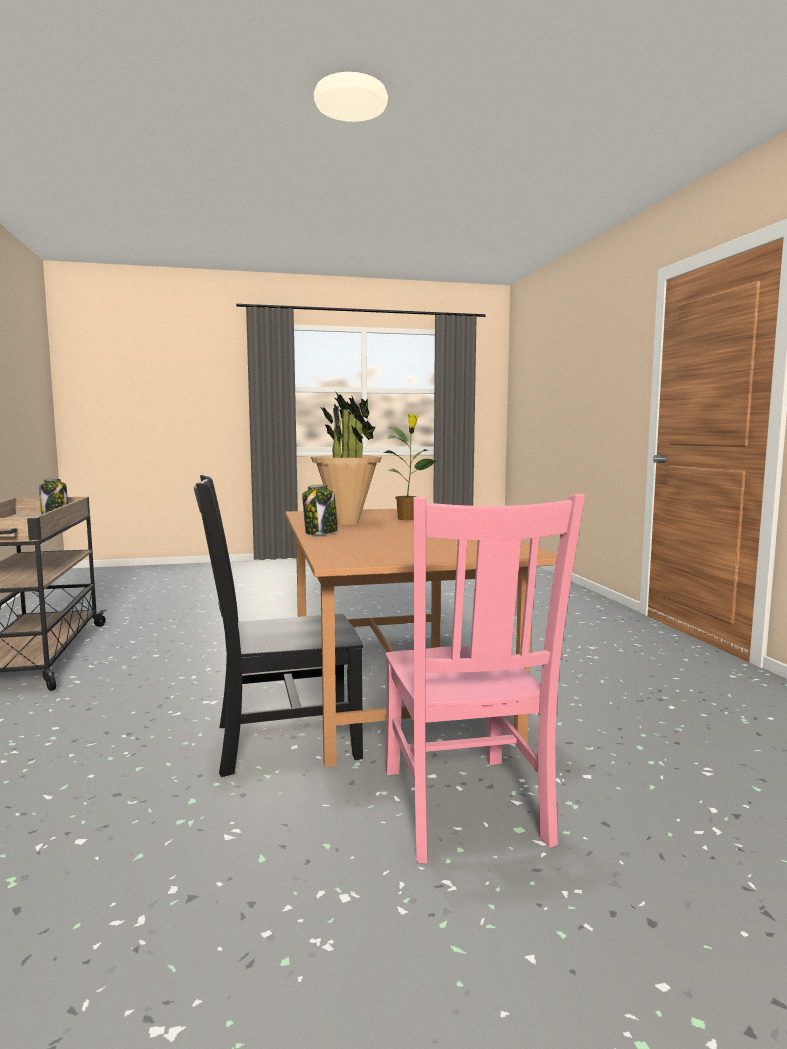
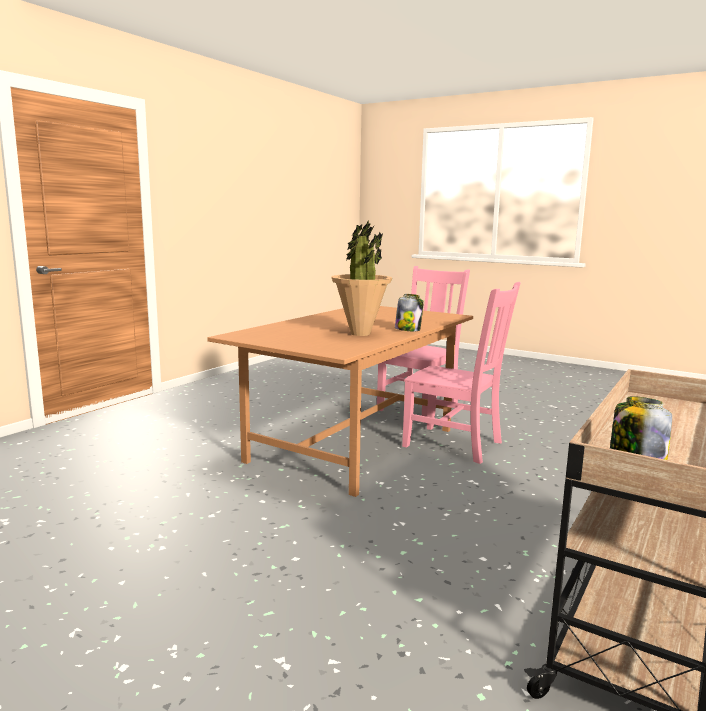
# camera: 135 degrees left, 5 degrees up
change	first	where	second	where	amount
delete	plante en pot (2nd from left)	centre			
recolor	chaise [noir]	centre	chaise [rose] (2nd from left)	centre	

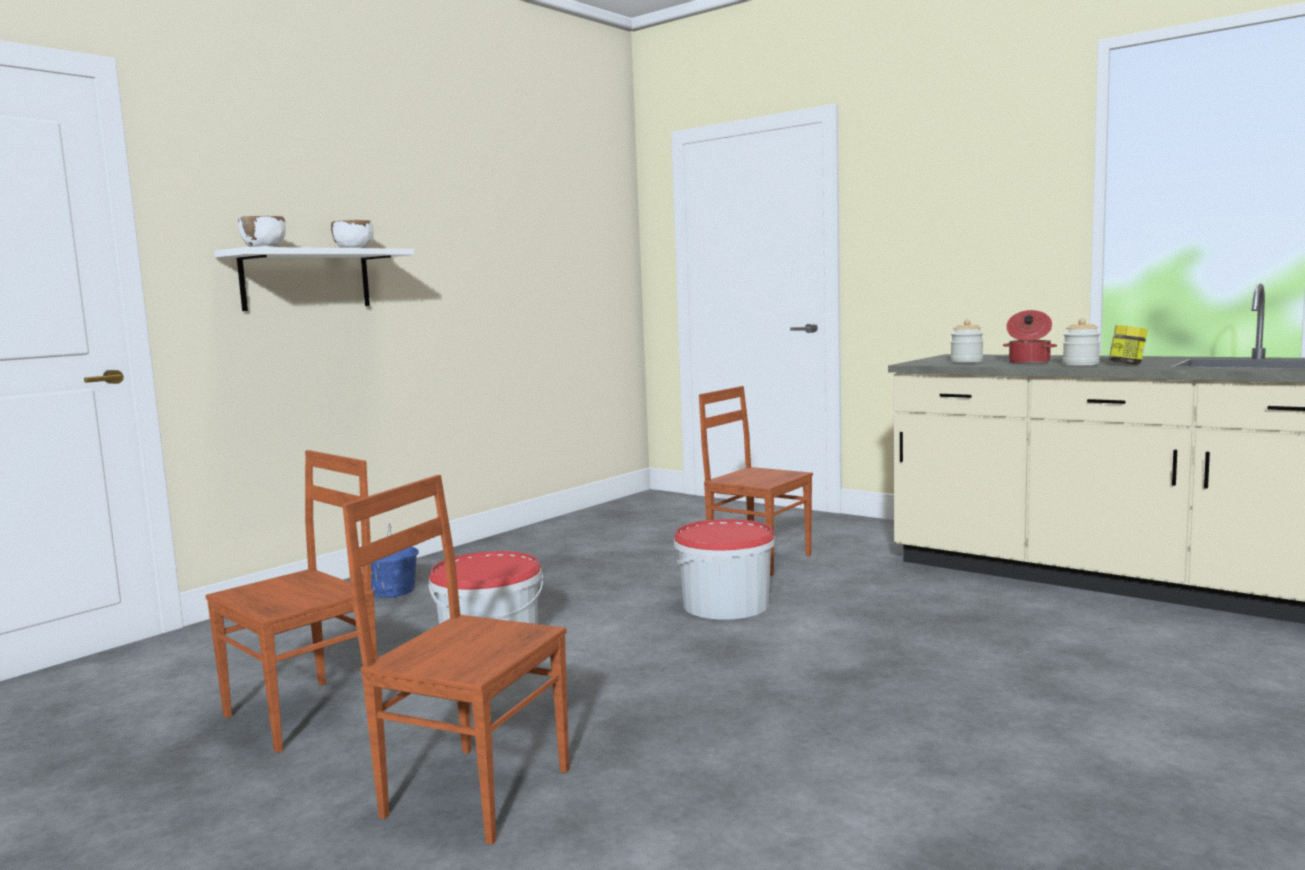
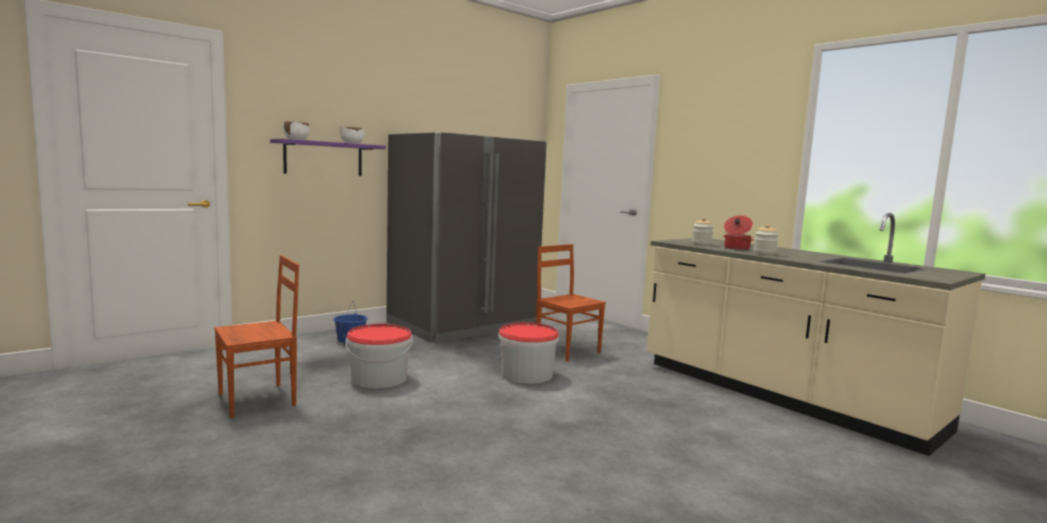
# camera: 10 degrees right, 0 degrees up
change	first	where	second	where	amount
delete	chaise [marron] (2nd from left)	bottom centre			
delete	bocal (3rd from left)	middle right			
insert			réfrigérateur [gris]	centre	
recolor	étagère [blanc]	top left	étagère [violet]	top left	

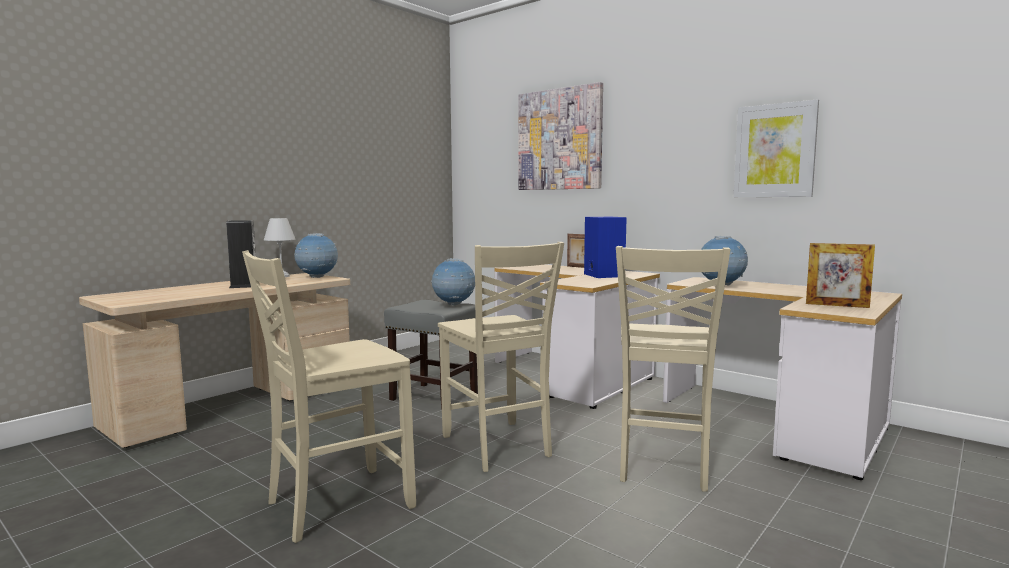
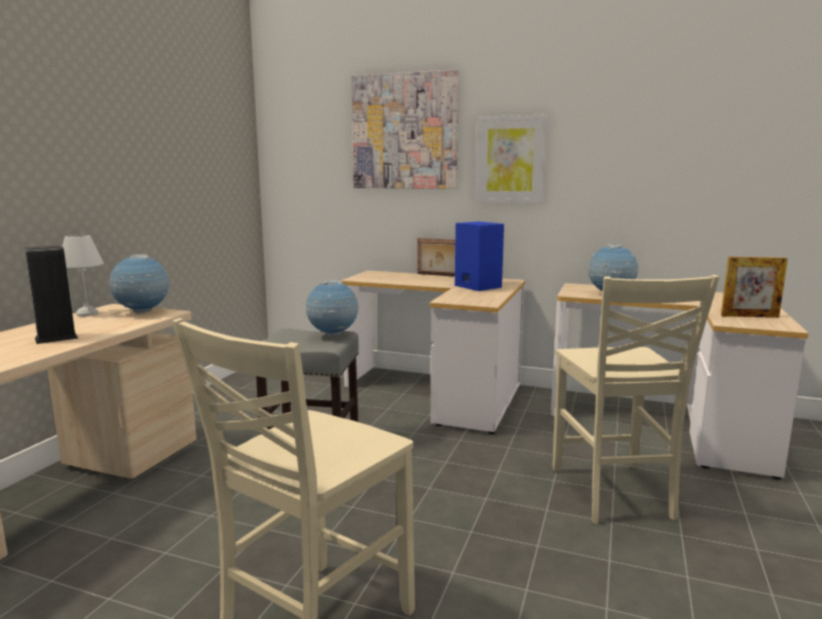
# camera: 20 degrees left, 5 degrees up
change	first	where	second	where	amount
delete	chaise [beige] (2nd from left)	centre			
move	tableau (2nd from left)	top right		top centre	

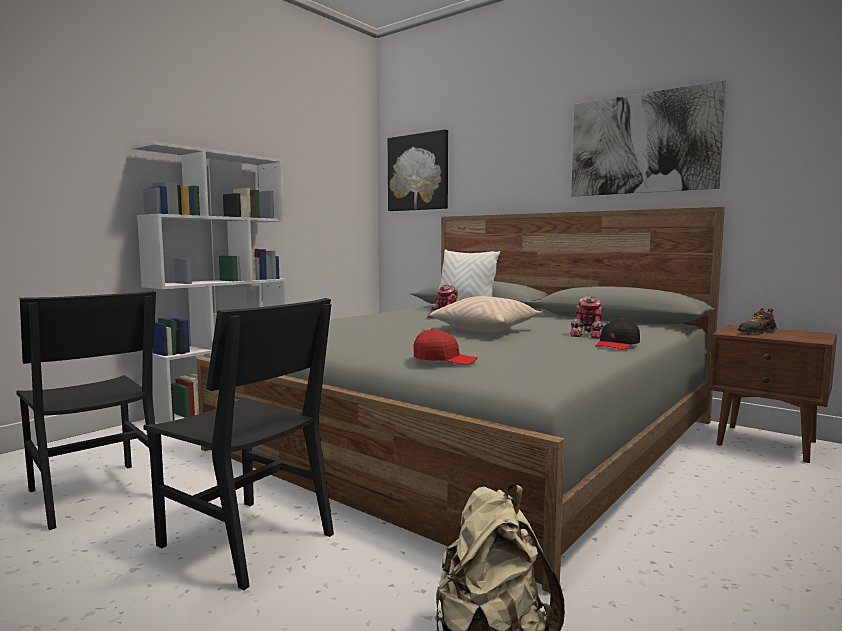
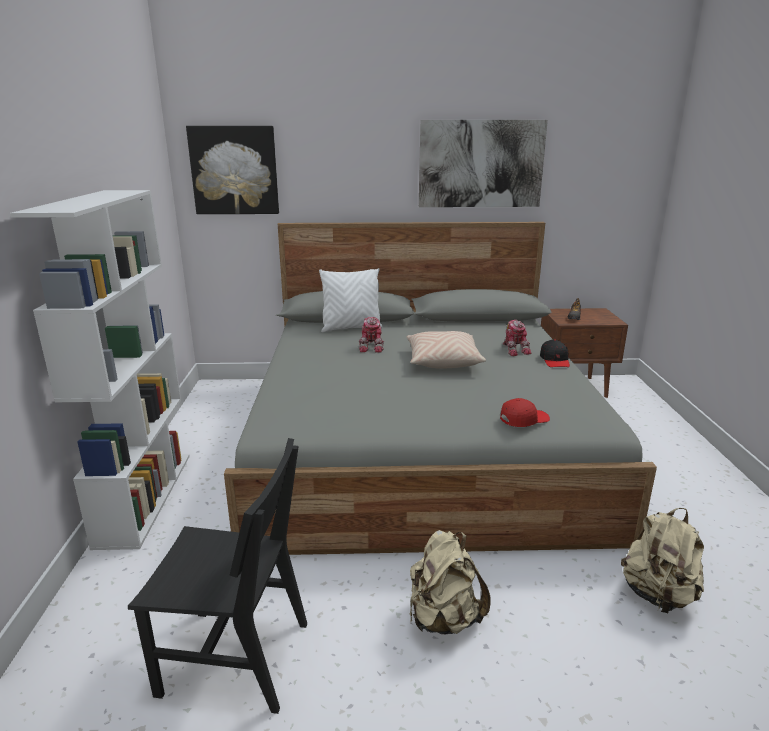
# camera: 40 degrees left, 15 degrees up
change	first	where	second	where	amount
replace	chaise [noir] (2nd from left)	bottom left	sac à dos [beige] (1st from left)	bottom centre	

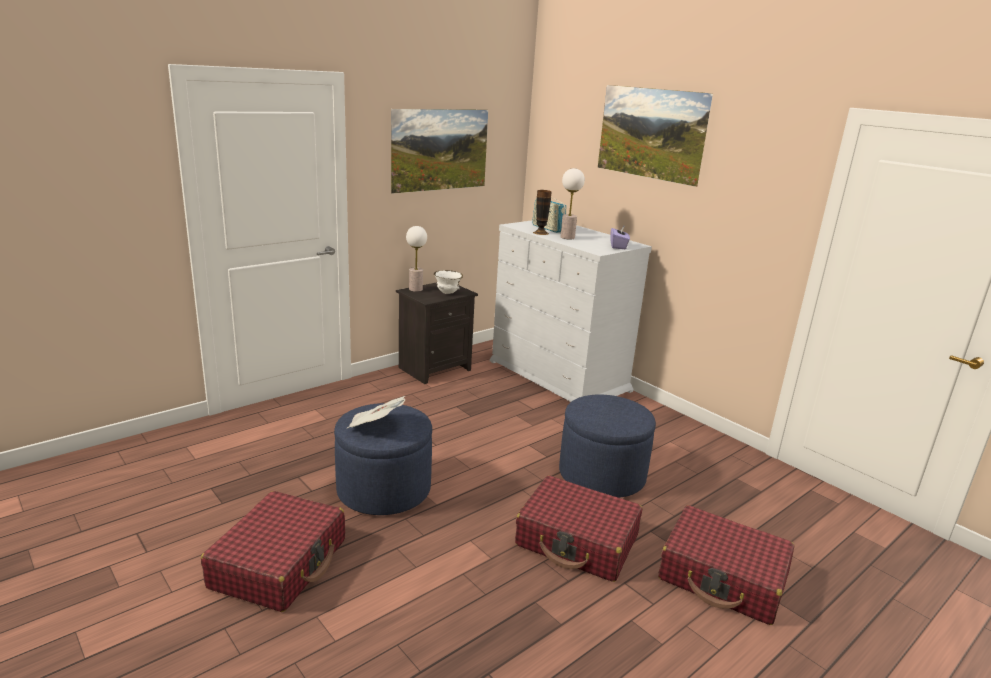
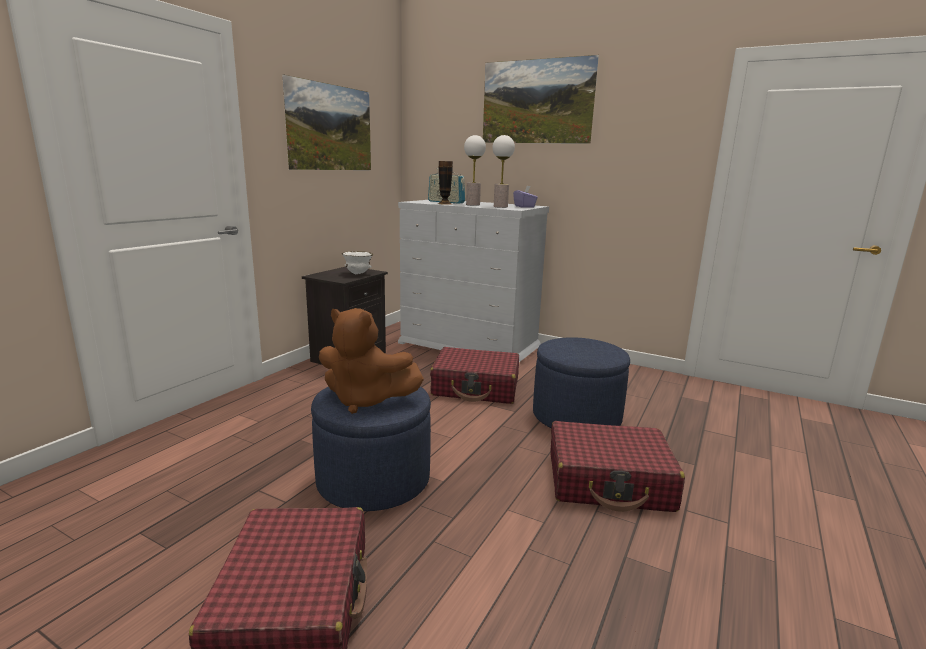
# camera: 20 degrees left, 5 degrees down
change	first	where	second	where	amount
move	lampe de table (1st from left in the first image)	centre	lampe de table (2nd from left)	top centre	
move	valise [rouge] (3rd from left in the first image)	bottom right	valise [rouge] (2nd from left)	centre	
replace	journal	centre	peluche [marron]	centre	

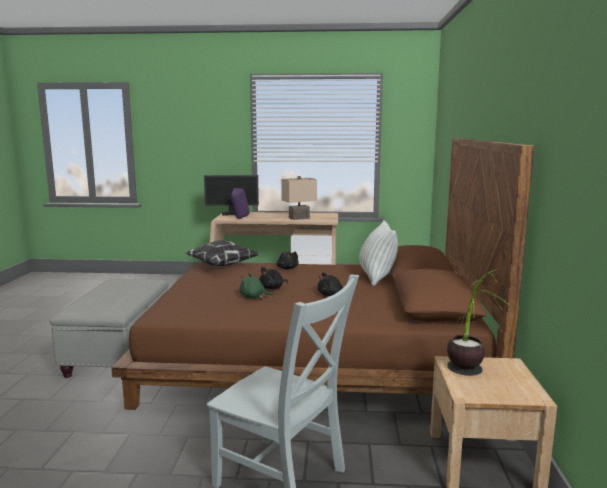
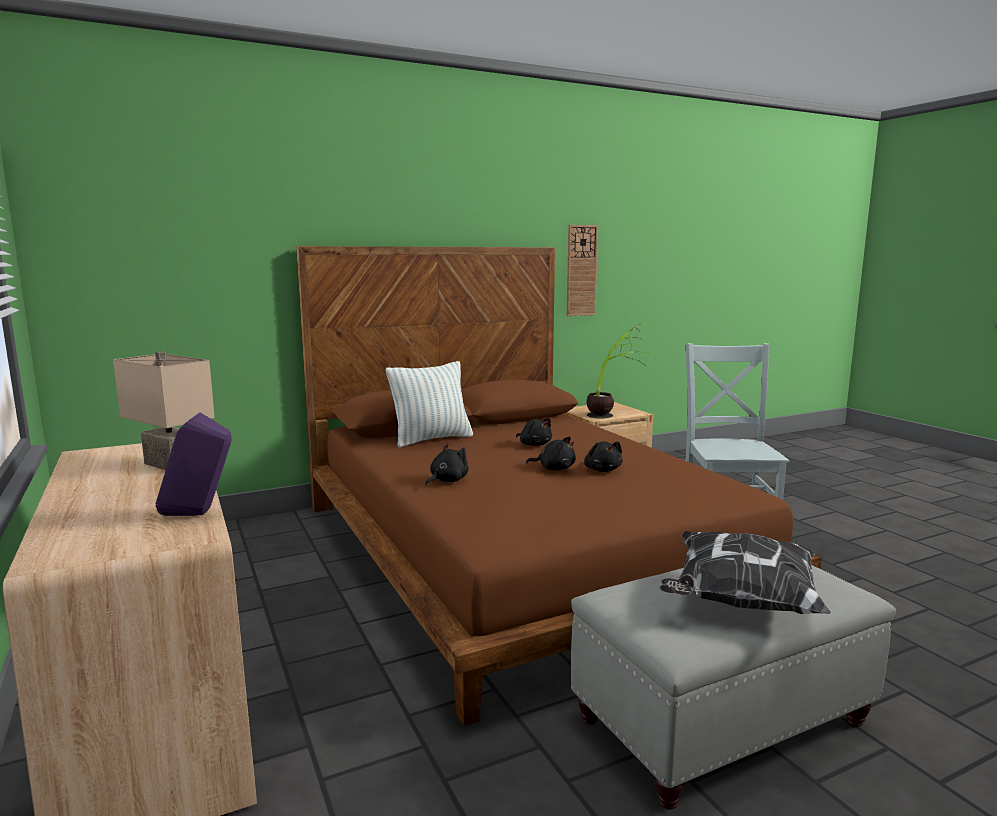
# camera: 120 degrees left, 0 degrees up
change	first	where	second	where	amount
delete	écran d'ordinateur	centre			
insert			horloge murale	top centre	
move	coussin (1st from left in the first image)	centre	coussin (2nd from left)	bottom right	
recolor	peluche [vert]	centre	peluche [noir] (4th from left)	centre	

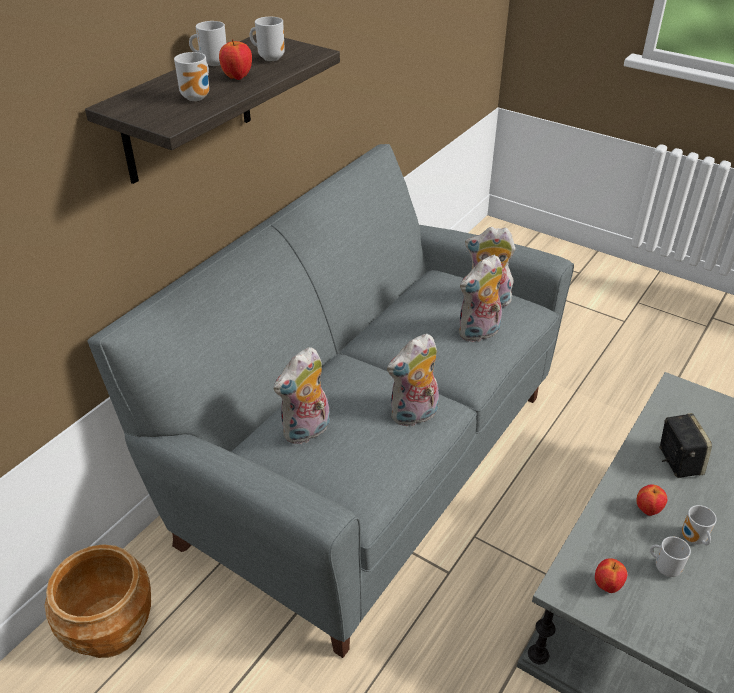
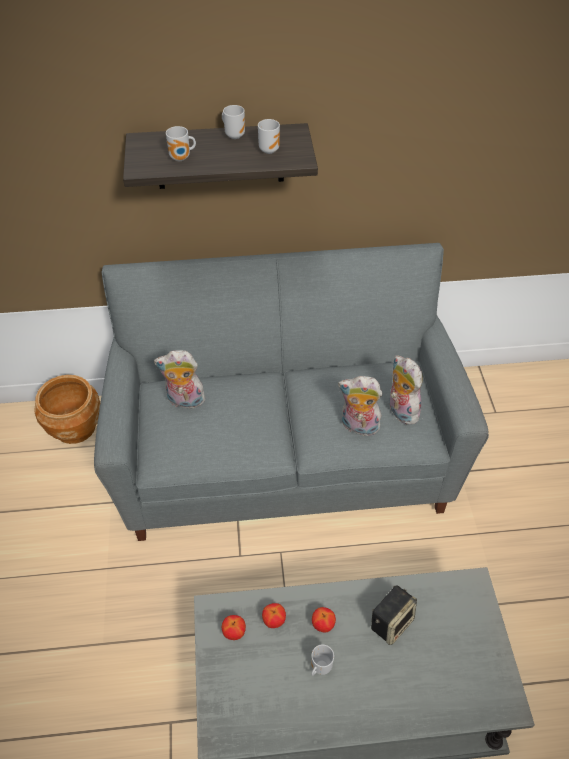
# camera: 50 degrees right, 10 degrees up
change	first	where	second	where	amount
delete	peluche (2nd from left)	centre			
delete	mug (4th from left)	bottom right			
move	pomme (1st from left in the first image)	top left	pomme (2nd from left)	bottom centre	

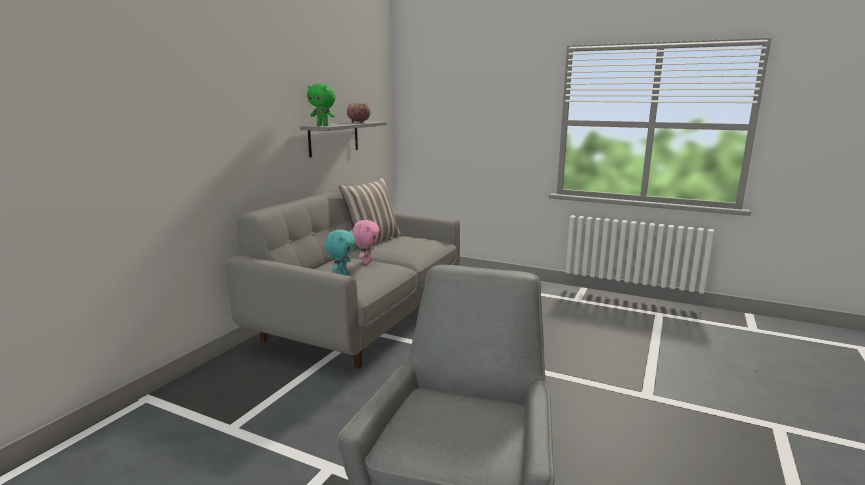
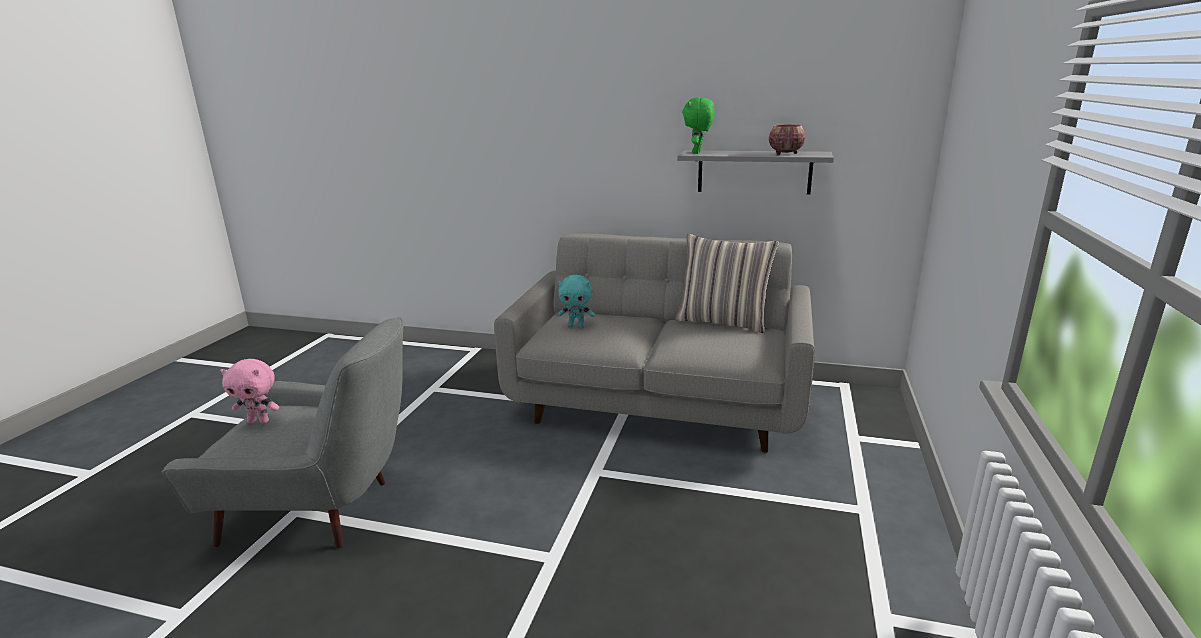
# camera: 80 degrees right, 5 degrees up
change	first	where	second	where	amount
move	peluche [rose]	centre		middle left	

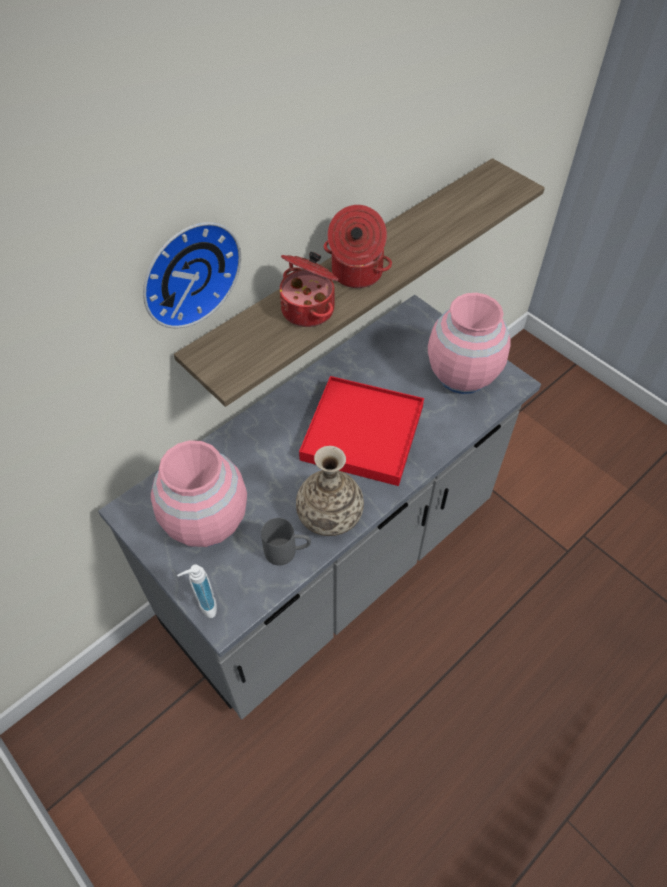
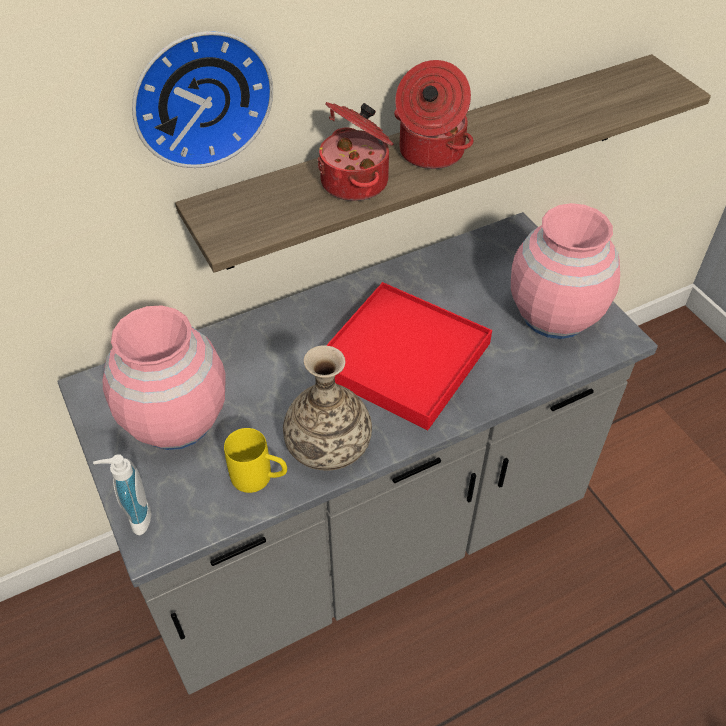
# camera: 15 degrees right, 5 degrees down
change	first	where	second	where	amount
recolor	mug [gris]	centre	mug [jaune]	centre	

